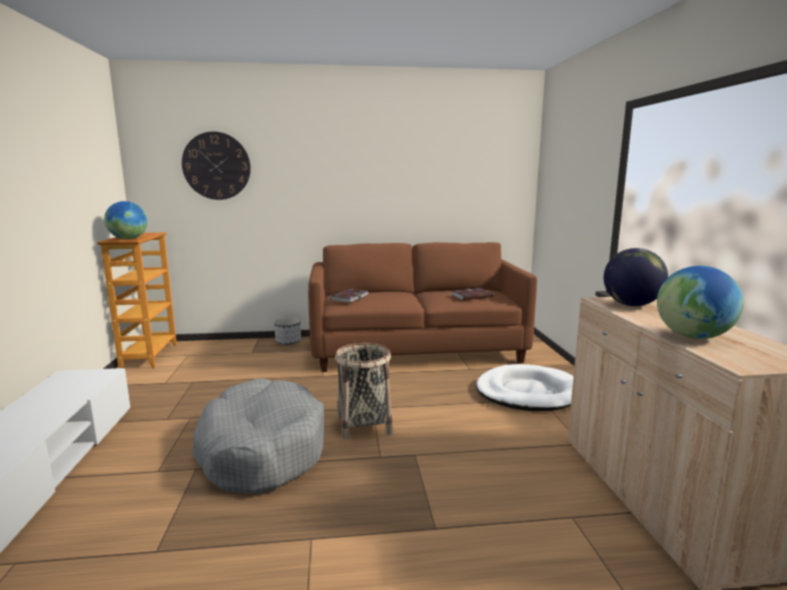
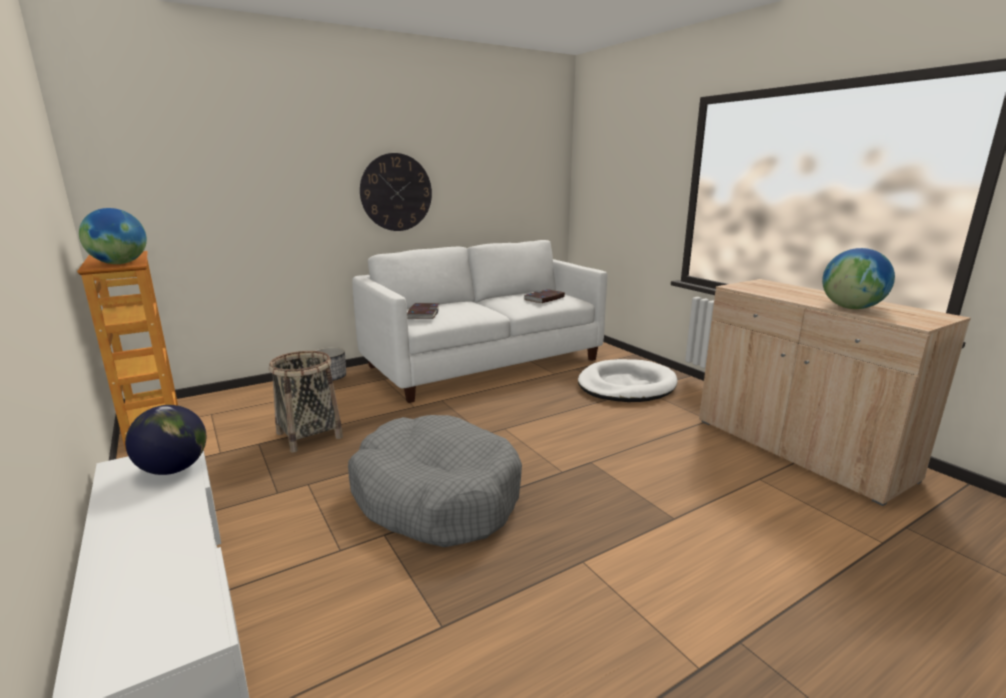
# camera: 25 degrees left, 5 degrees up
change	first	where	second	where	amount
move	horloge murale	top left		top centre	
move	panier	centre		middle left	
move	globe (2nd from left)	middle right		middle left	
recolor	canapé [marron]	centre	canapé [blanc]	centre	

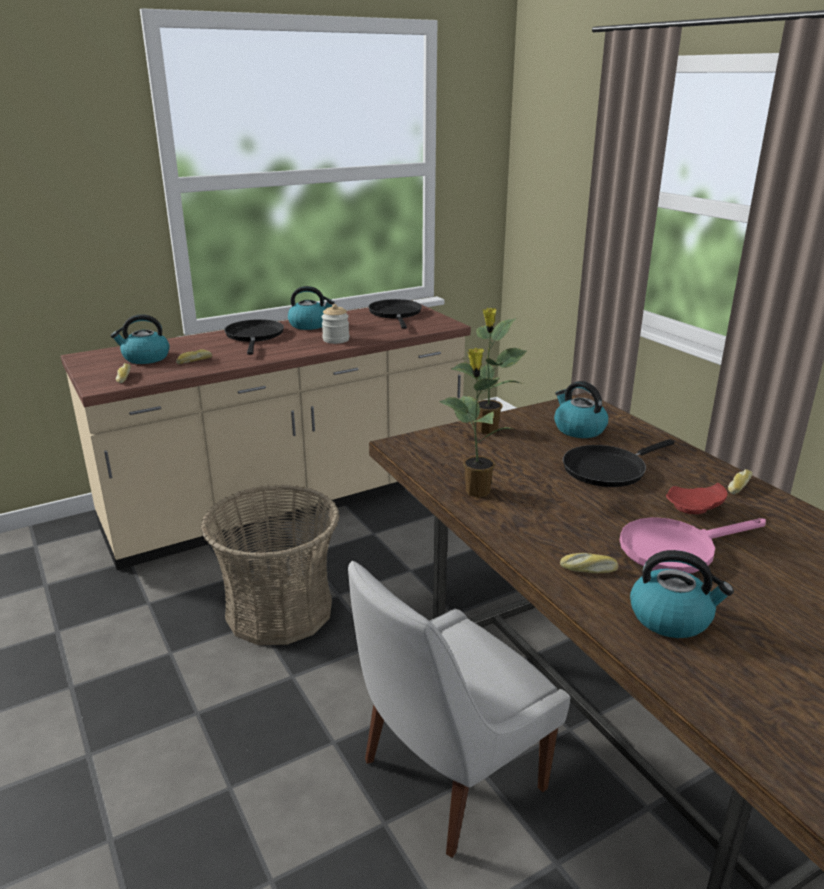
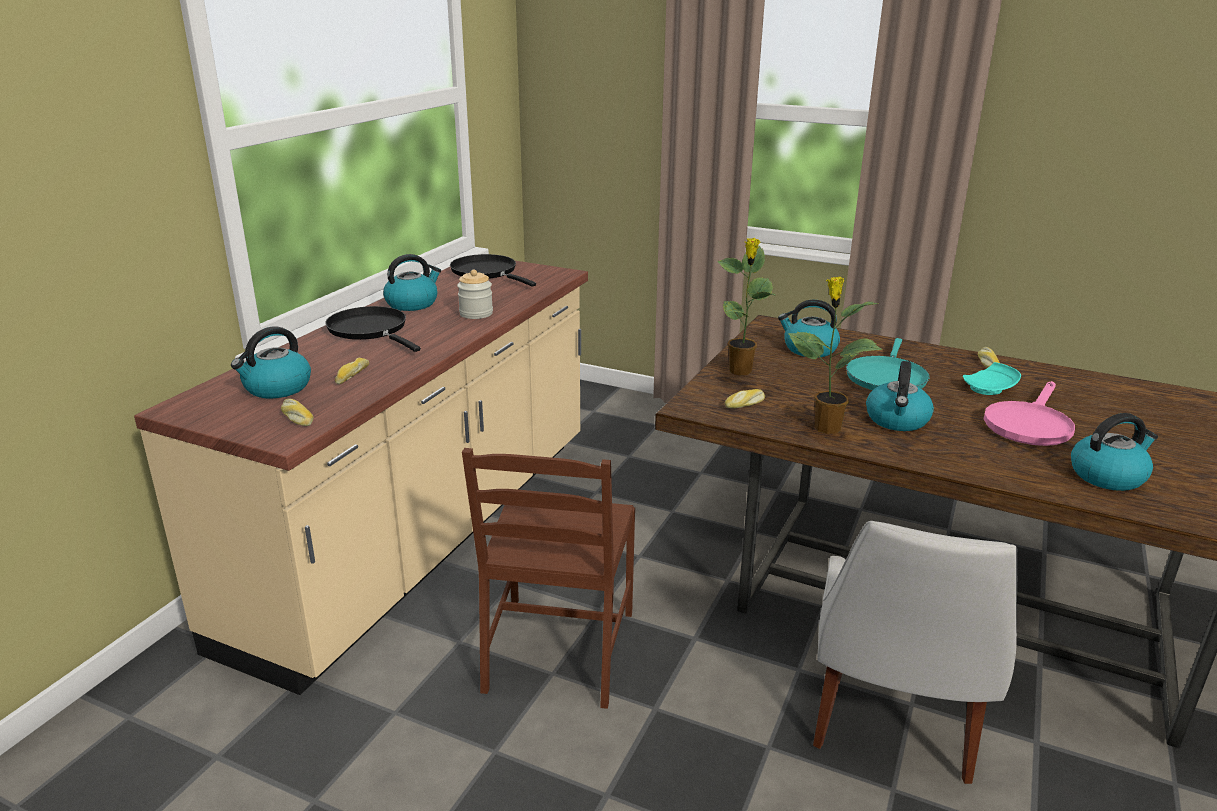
# camera: 35 degrees left, 0 degrees up
change	first	where	second	where	amount
insert			bouilloire (4th from left)	middle right	
move	pain (3rd from left)	middle right		centre	
replace	panier	middle left	chaise [marron]	bottom centre	
recolor	poêle [noir] (3rd from left)	middle right	poêle [turquoise]	middle right	
recolor	assiette [rouge]	middle right	assiette [turquoise]	middle right	

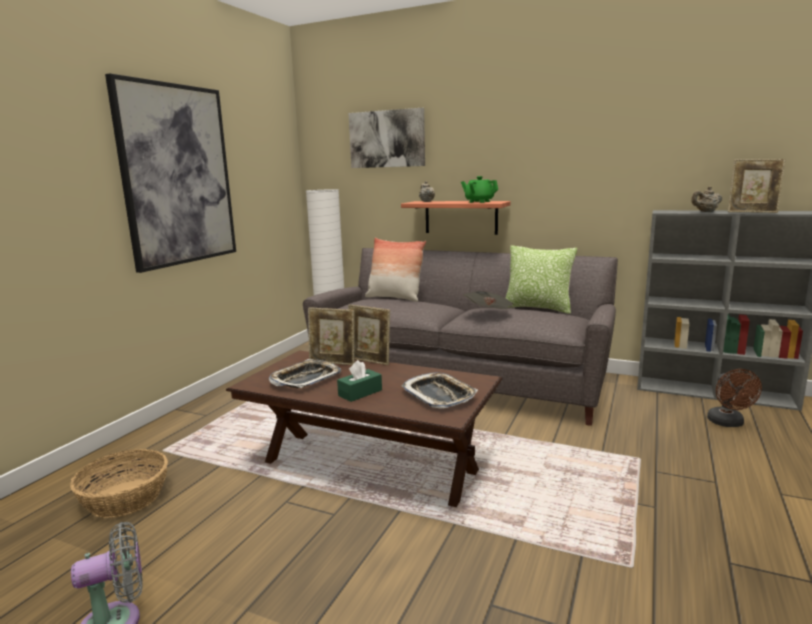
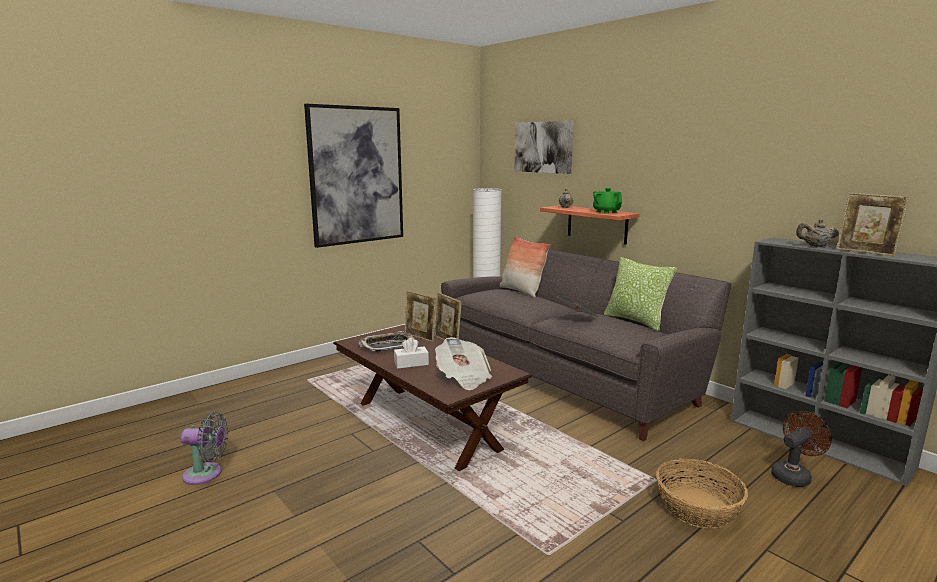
# camera: 25 degrees right, 0 degrees up
change	first	where	second	where	amount
move	panier	bottom left		bottom right	
replace	plateau (2nd from left)	centre	journal (1st from left)	centre	
recolor	boîte à mouchoirs [vert]	centre	boîte à mouchoirs [blanc]	centre	
rotate	ventilateur [marron]	middle right		bottom right	150 degrees counterclockwise

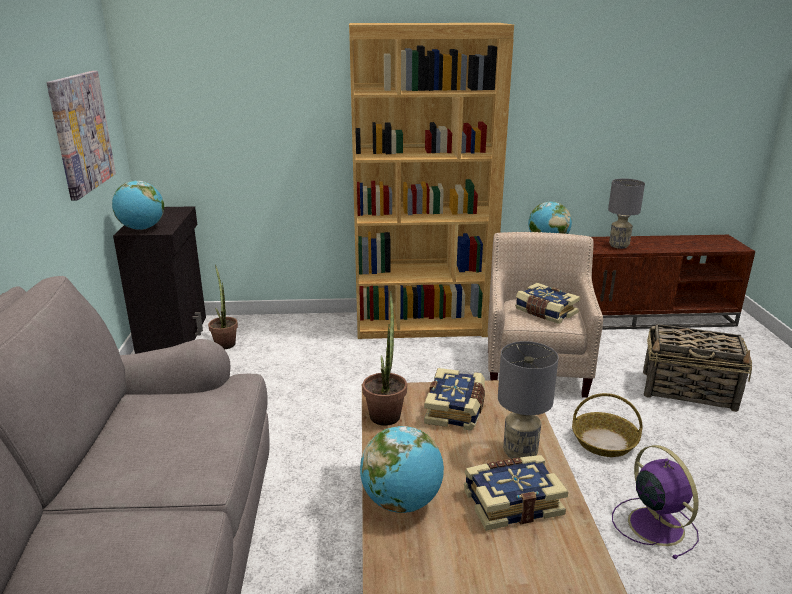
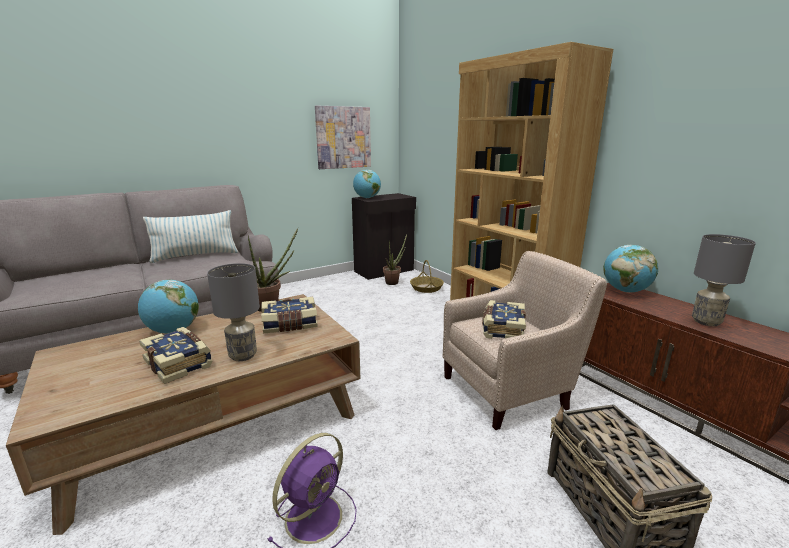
# camera: 60 degrees right, 5 degrees down
change	first	where	second	where	amount
insert			coussin	middle left	
move	panier (1st from left)	bottom right		centre	

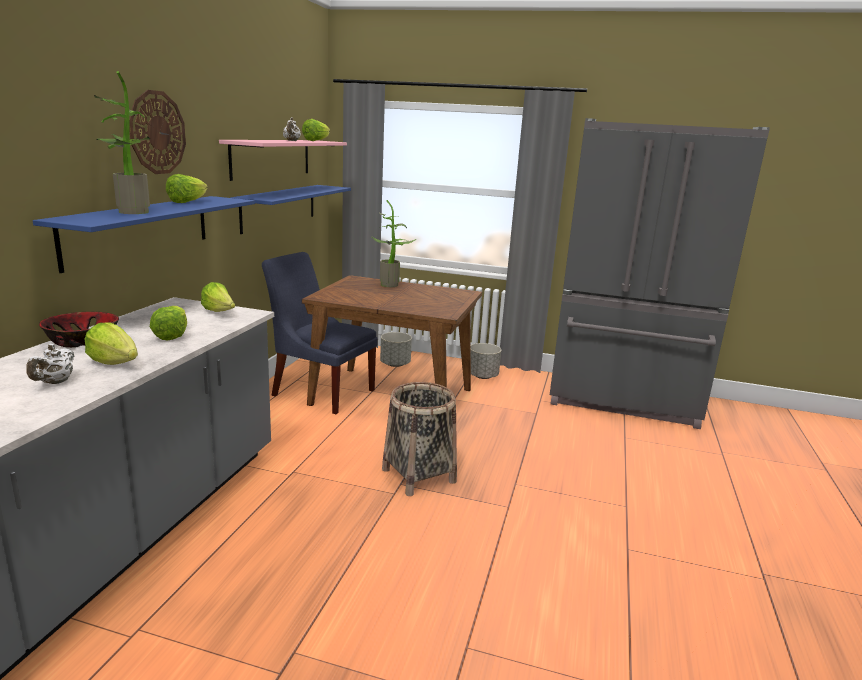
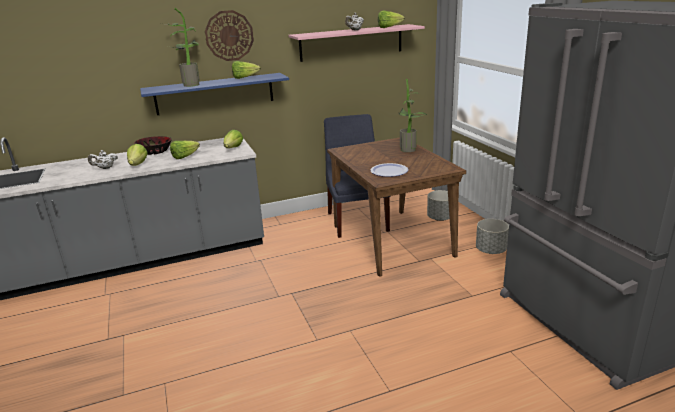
# camera: 55 degrees right, 5 degrees up
change	first	where	second	where	amount
delete	étagère [bleu] (2nd from left)	top centre			
delete	panier	centre			
insert			assiette	centre	

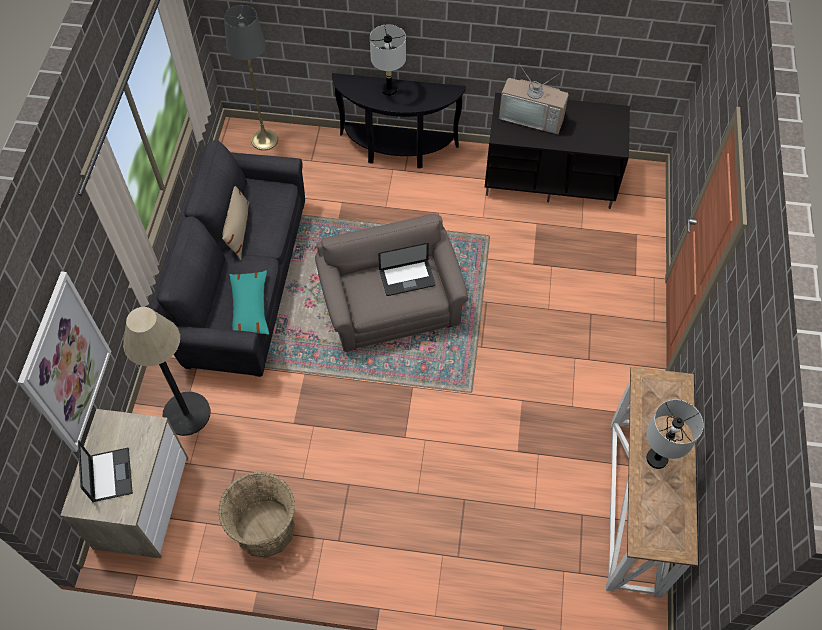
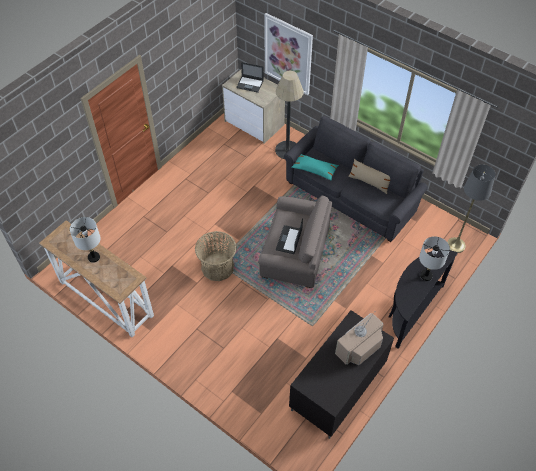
# camera: 120 degrees right, 5 degrees down
change	first	where	second	where	amount
move	panier	bottom left		centre	

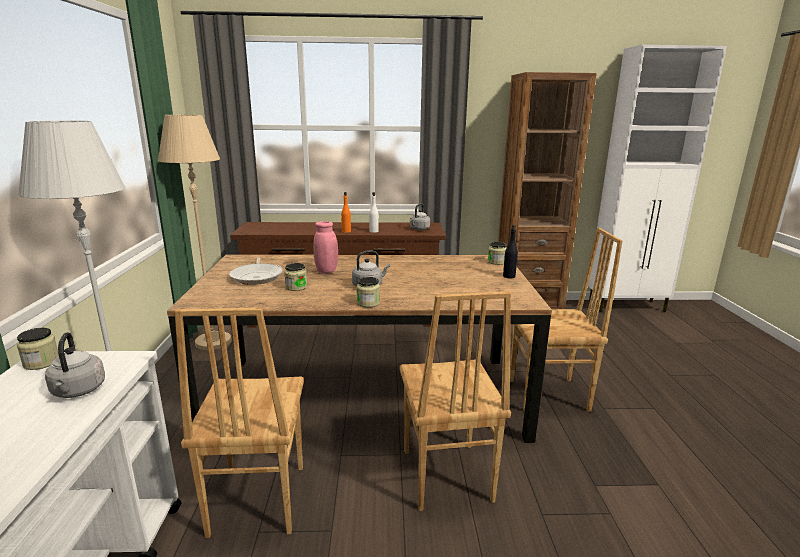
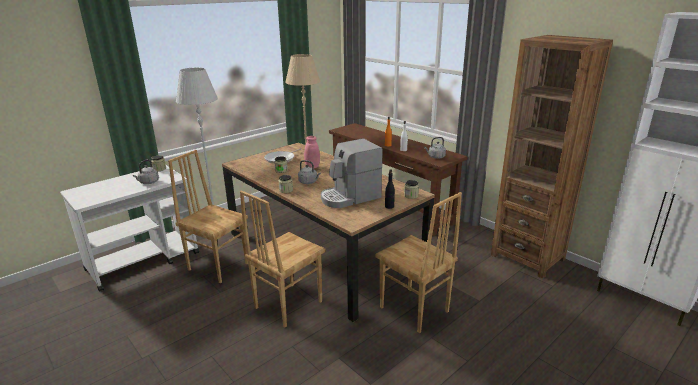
# camera: 50 degrees right, 5 degrees up
change	first	where	second	where	amount
insert			machine à café	centre	
rotate	chaise [marron] (1st from left)	bottom left		middle left	75 degrees clockwise

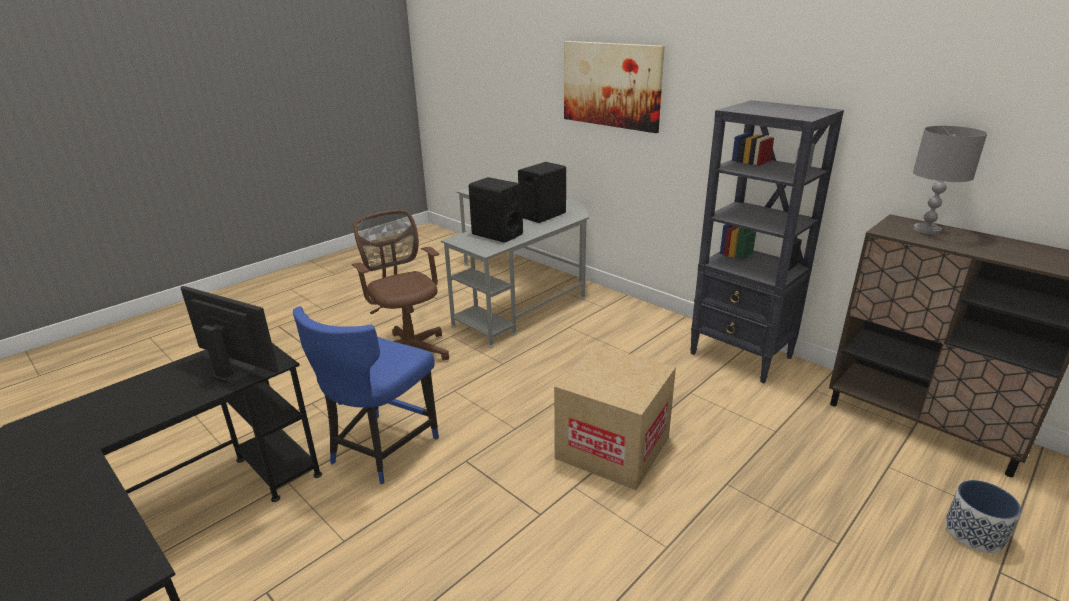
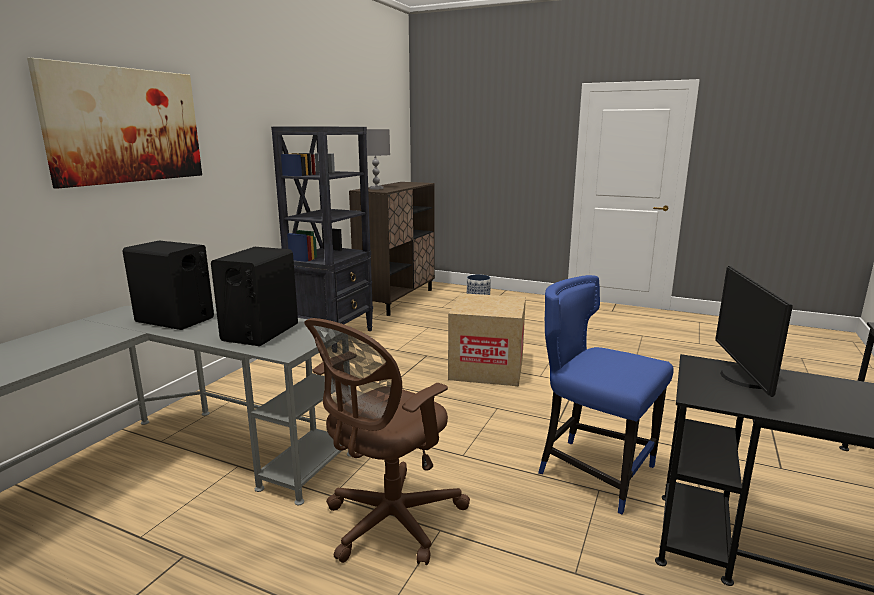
# camera: 110 degrees left, 10 degrees down
change	first	where	second	where	amount
rotate	chaise [bleu]	centre		middle right	150 degrees counterclockwise

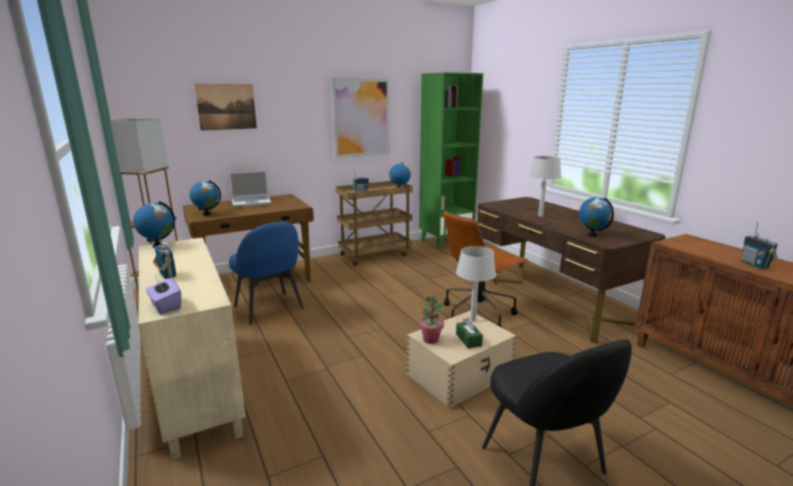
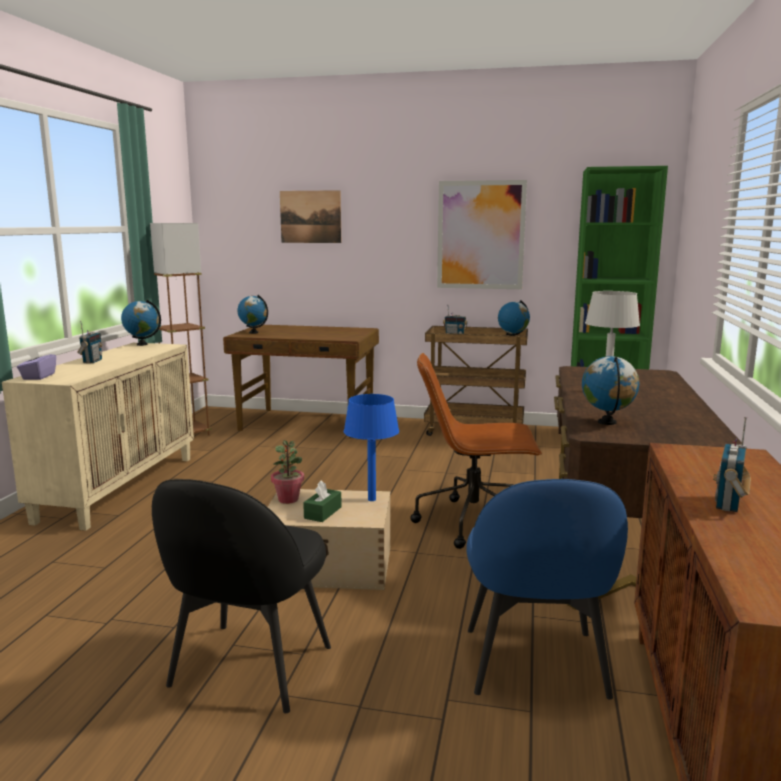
# camera: 40 degrees right, 5 degrees down
change	first	where	second	where	amount
delete	ordinateur portable	middle left			
move	chaise [bleu]	centre		bottom right	
recolor	lampe de table [gris] (1st from left)	centre	lampe de table [bleu]	centre	

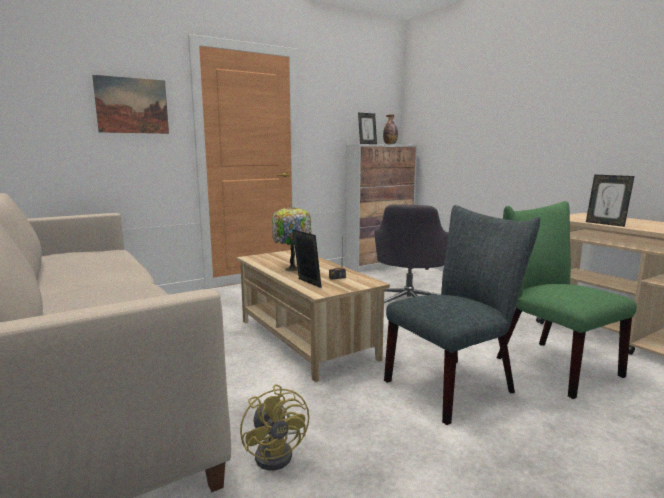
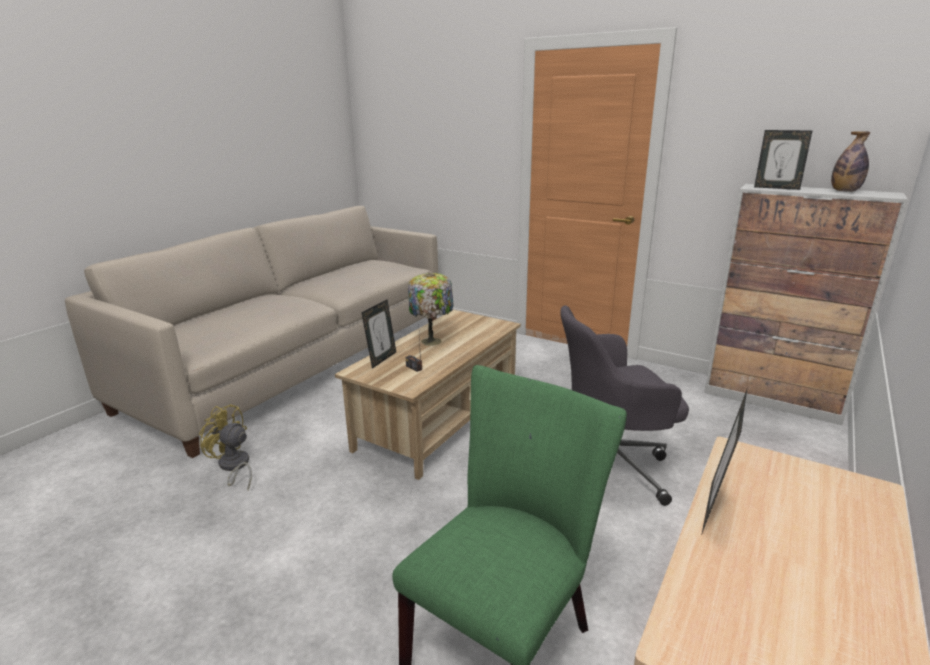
# camera: 65 degrees right, 10 degrees up
change	first	where	second	where	amount
delete	tableau	top left			
delete	chaise [gris]	middle right			
rotate	ventilateur [jaune]	bottom centre		bottom left	75 degrees clockwise

